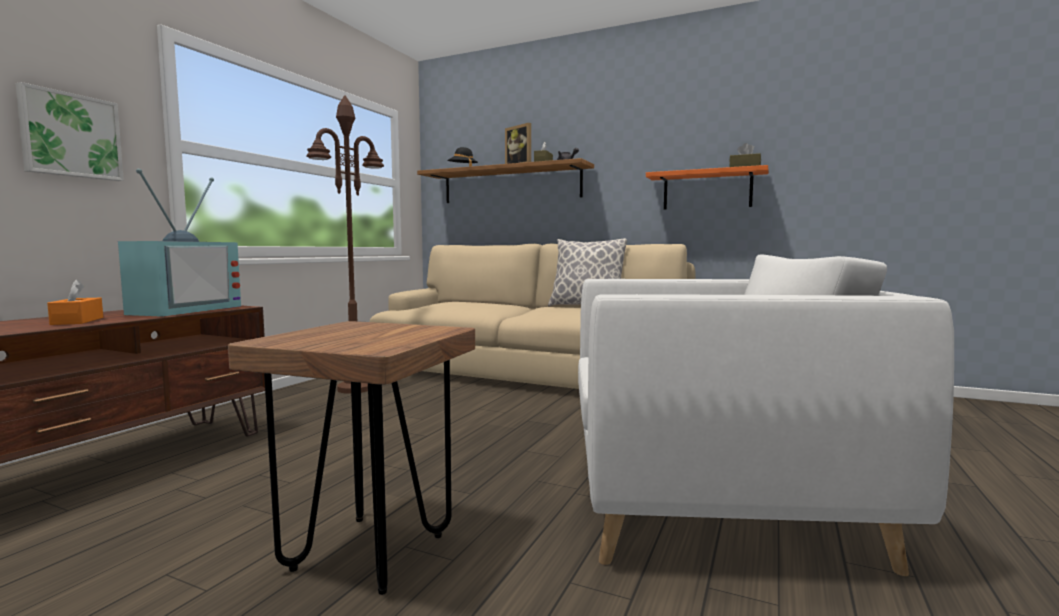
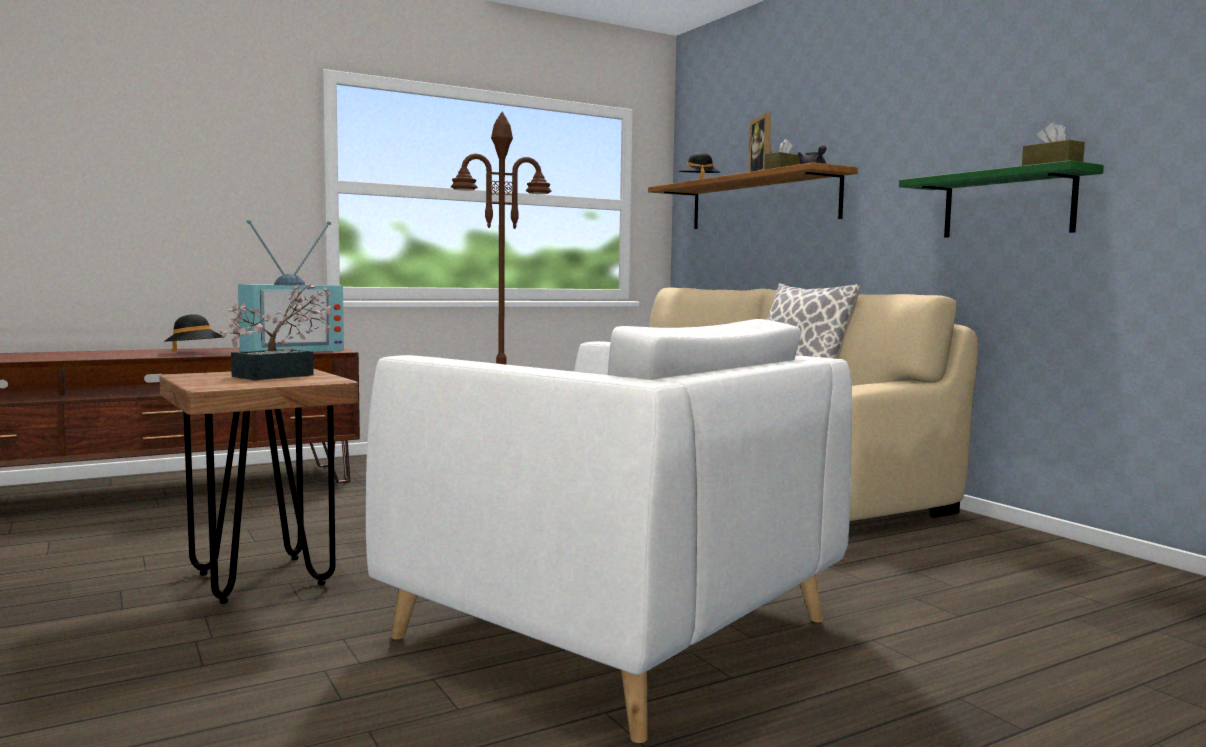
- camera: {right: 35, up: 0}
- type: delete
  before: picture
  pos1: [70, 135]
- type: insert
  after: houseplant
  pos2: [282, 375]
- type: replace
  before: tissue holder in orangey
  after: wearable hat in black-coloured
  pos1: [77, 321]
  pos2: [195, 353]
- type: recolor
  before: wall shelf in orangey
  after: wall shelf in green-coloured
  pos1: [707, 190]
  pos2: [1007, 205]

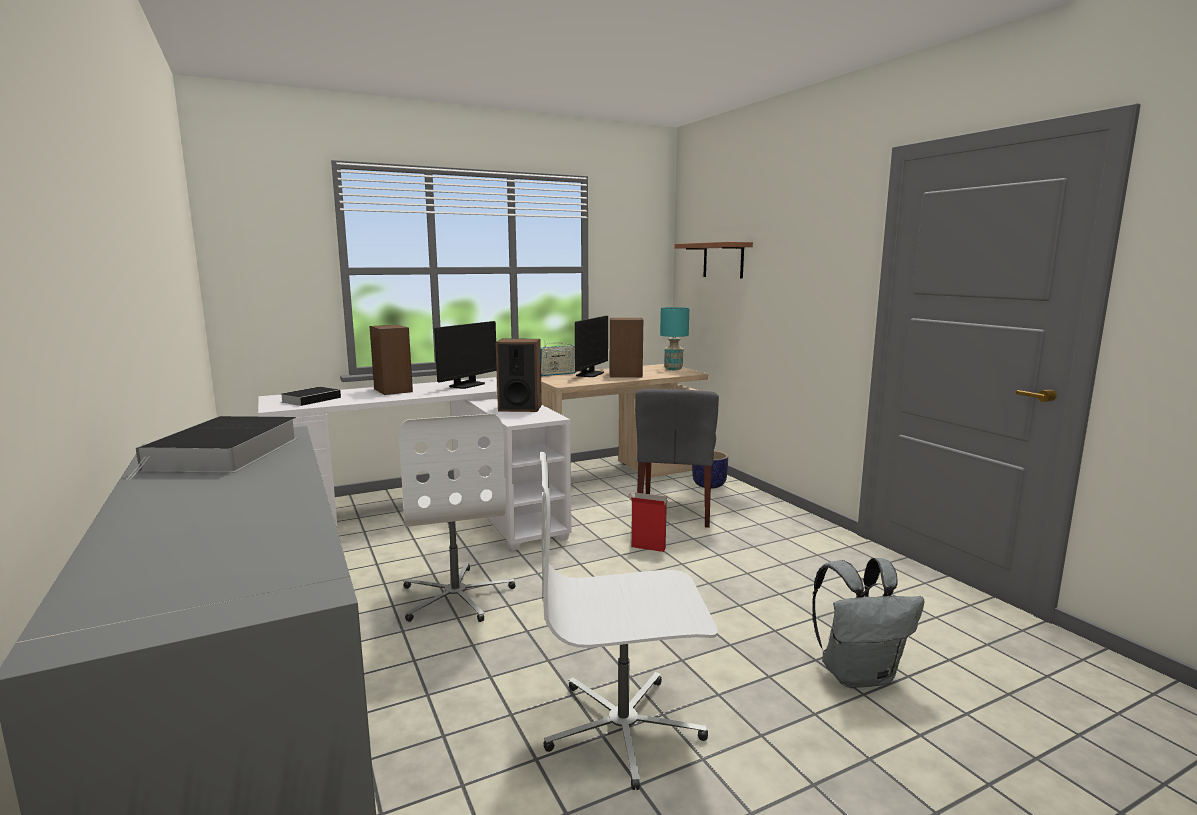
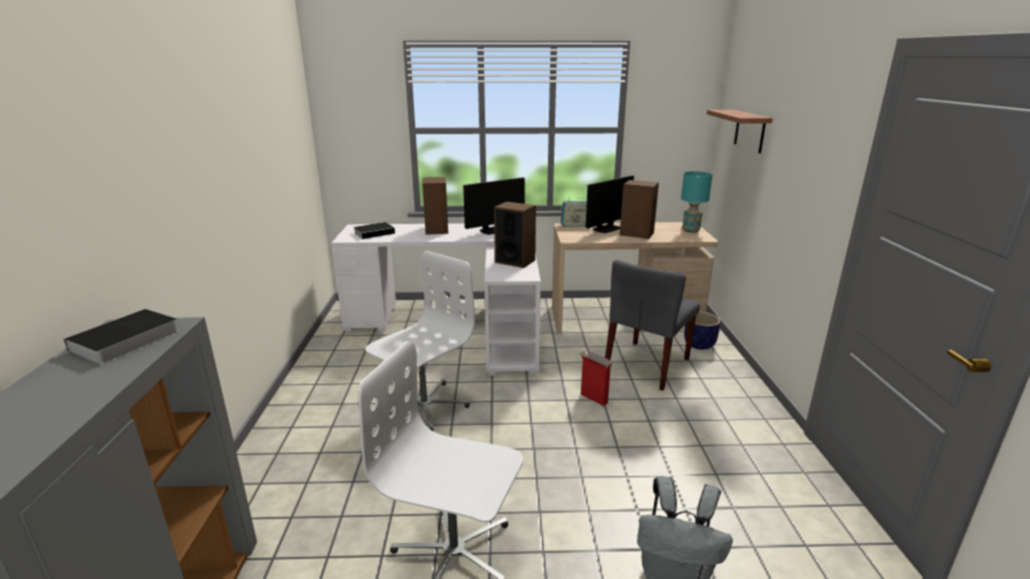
- camera: {right: 25, up: 10}
- type: rotate
  before: computer chair in whitish
  pos1: [456, 596]
  pos2: [423, 406]
  turn: -150

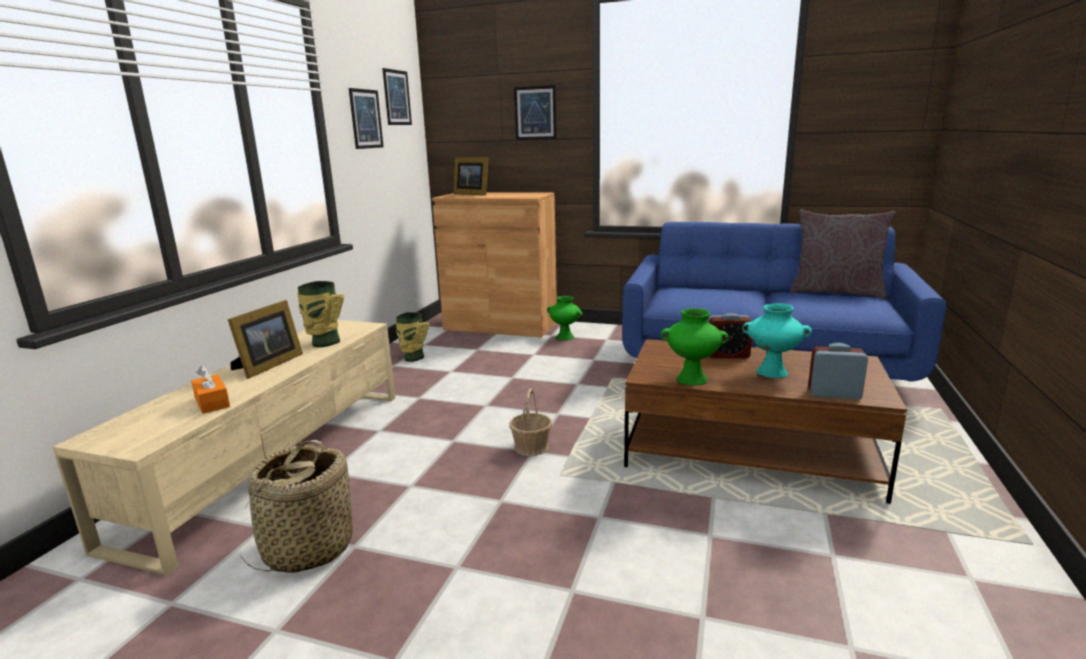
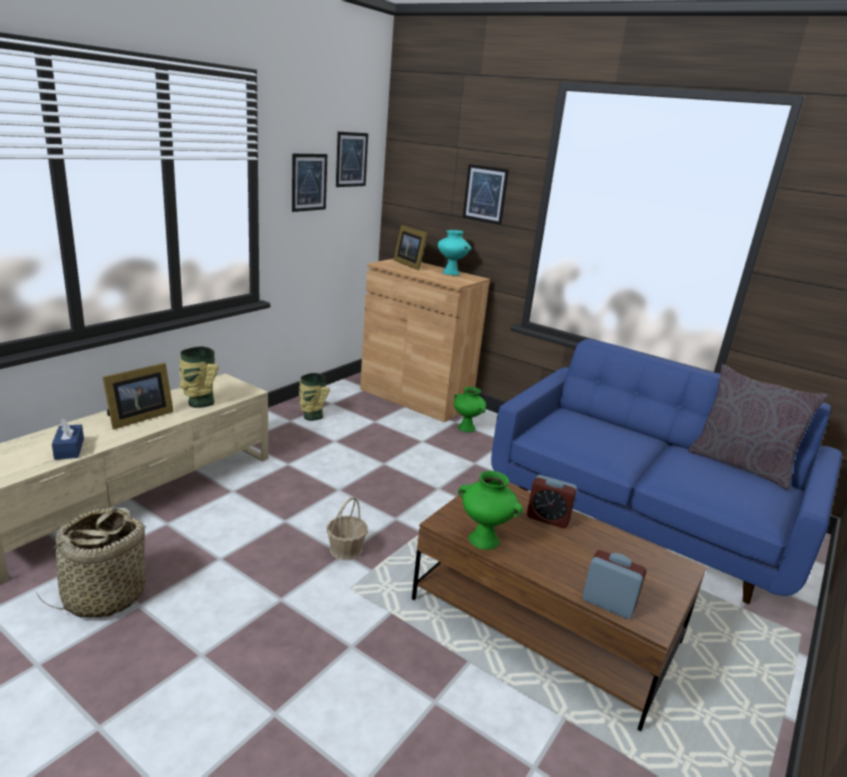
- camera: {right: 15, up: 5}
- type: move
  before: decorative vase in turquoise-coloured
  pos1: [771, 373]
  pos2: [450, 273]
- type: recolor
  before: tissue holder in orangey
  after: tissue holder in blue-coloured
  pos1: [212, 402]
  pos2: [69, 449]

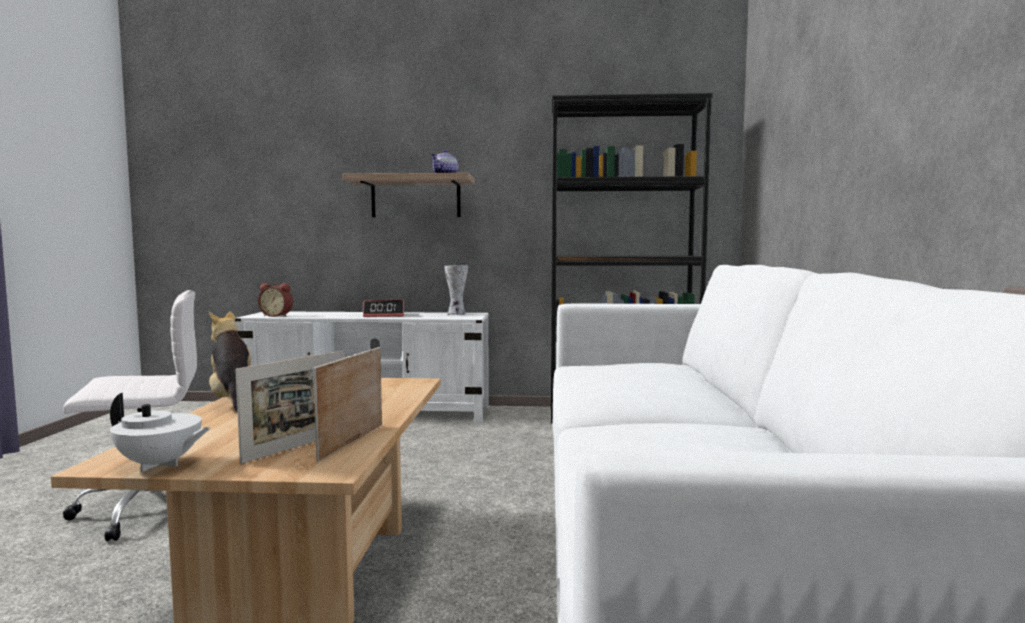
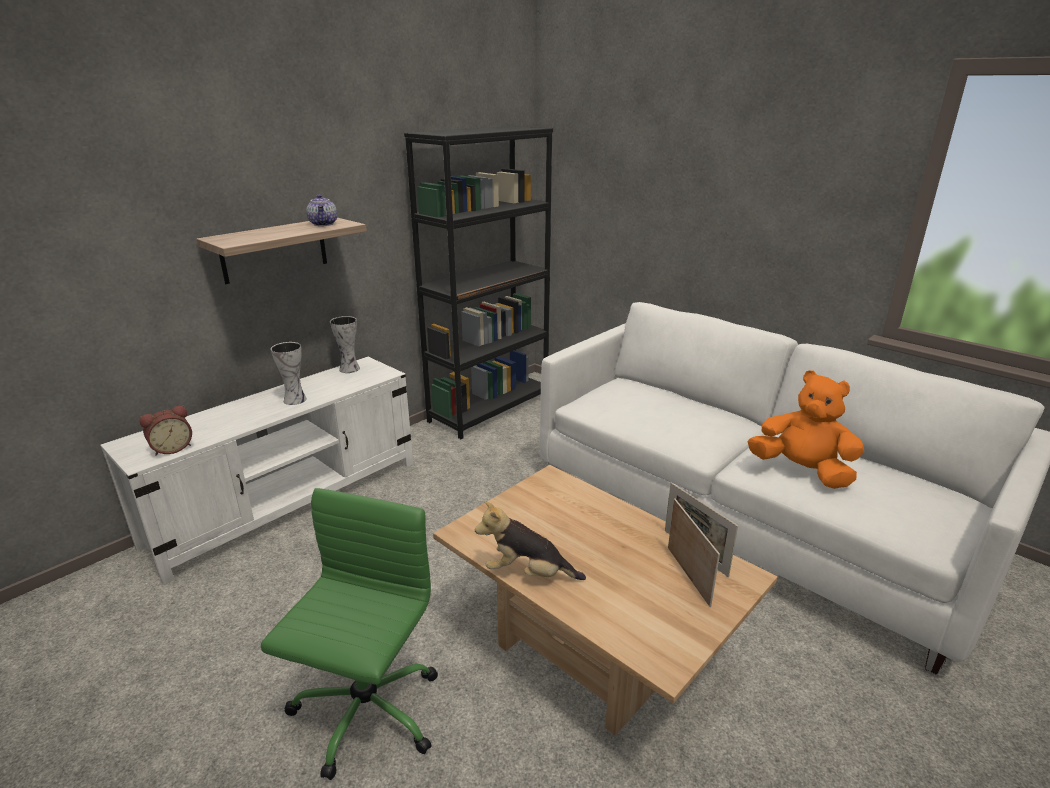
- camera: {right: -50, up: 20}
- type: delete
  before: teapot in whitish
  pos1: [160, 464]
- type: insert
  after: soft toy in orangey
  pos2: [802, 471]
- type: replace
  before: bedside clock
  after: decorative vase
  pos1: [384, 315]
  pos2: [295, 399]
- type: recolor
  before: computer chair in whitish
  after: computer chair in green-coloured
  pos1: [145, 507]
  pos2: [365, 714]

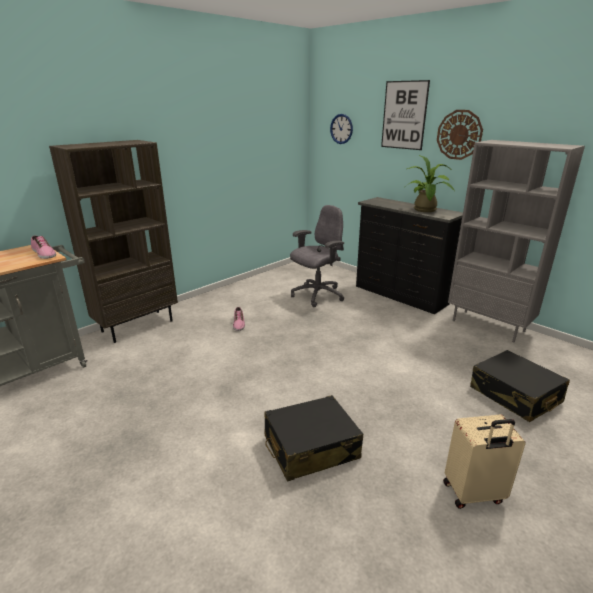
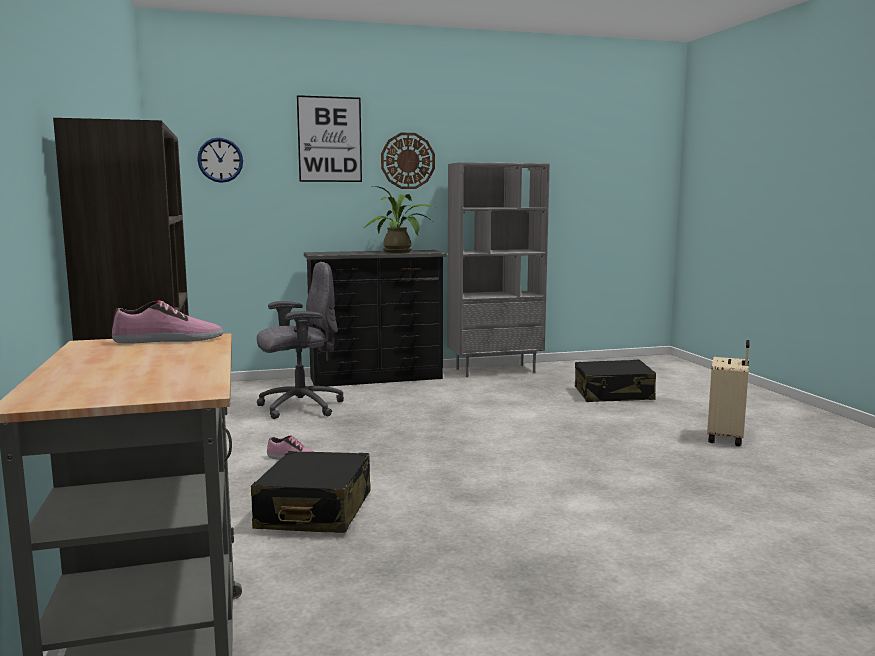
- camera: {right: -60, up: -15}
- type: move
  before: travel case in black-coloured
  pos1: [310, 447]
  pos2: [314, 511]
- type: rotate
  before: computer chair in greyish
  pos1: [317, 295]
  pos2: [299, 407]
  turn: 75

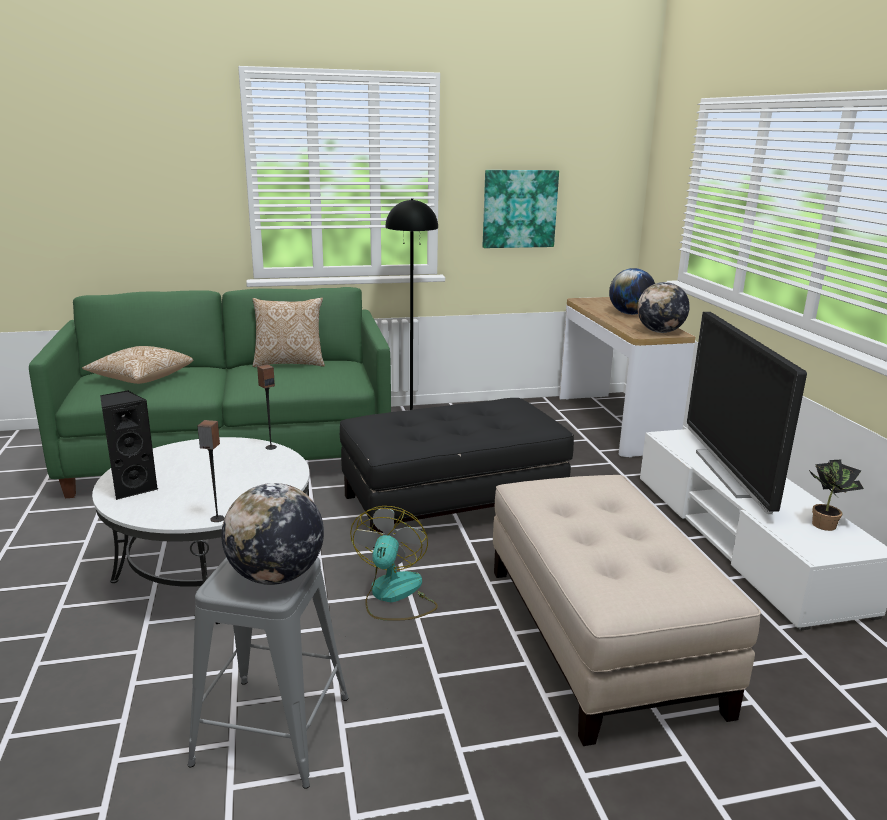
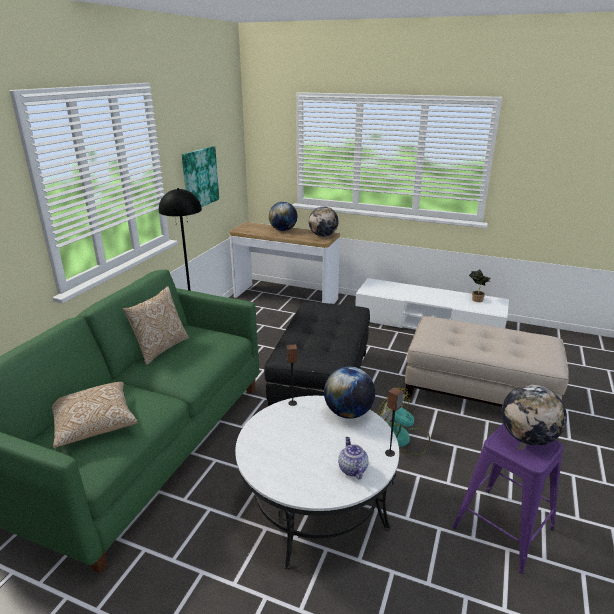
- camera: {right: -55, up: 5}
- type: delete
  before: audio speaker in black-coloured
  pos1: [133, 488]
- type: delete
  before: television
  pos1: [730, 473]
- type: insert
  after: globe
  pos2: [348, 413]
- type: insert
  after: teapot
  pos2: [352, 469]
- type: recolor
  before: stool in greyish
  after: stool in purple
  pos1: [272, 730]
  pos2: [503, 528]

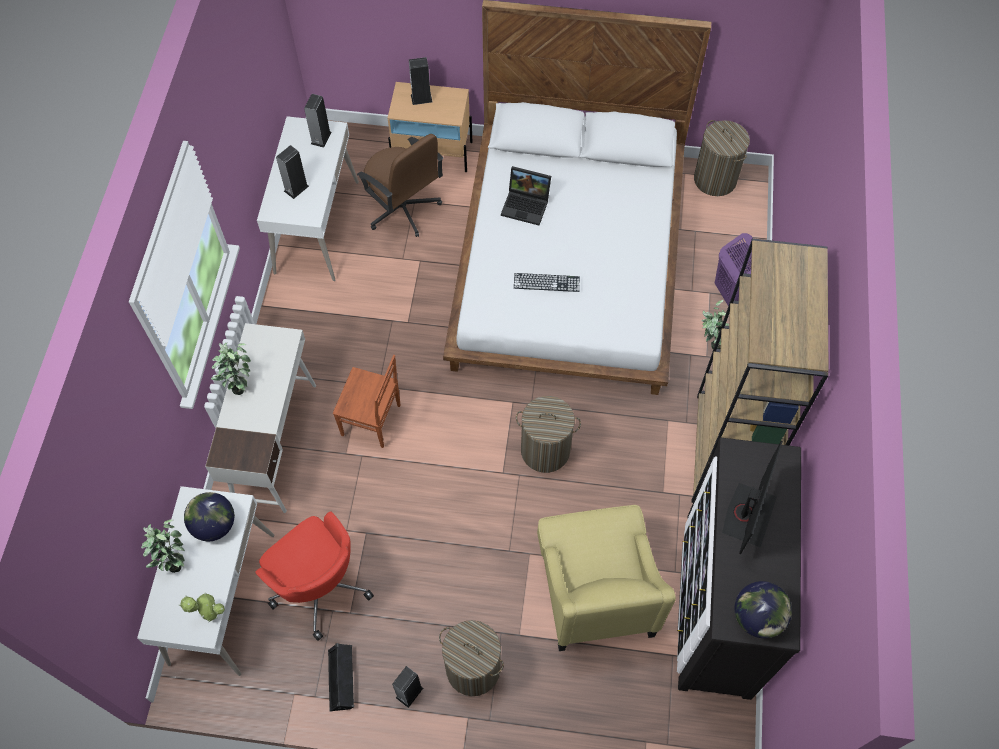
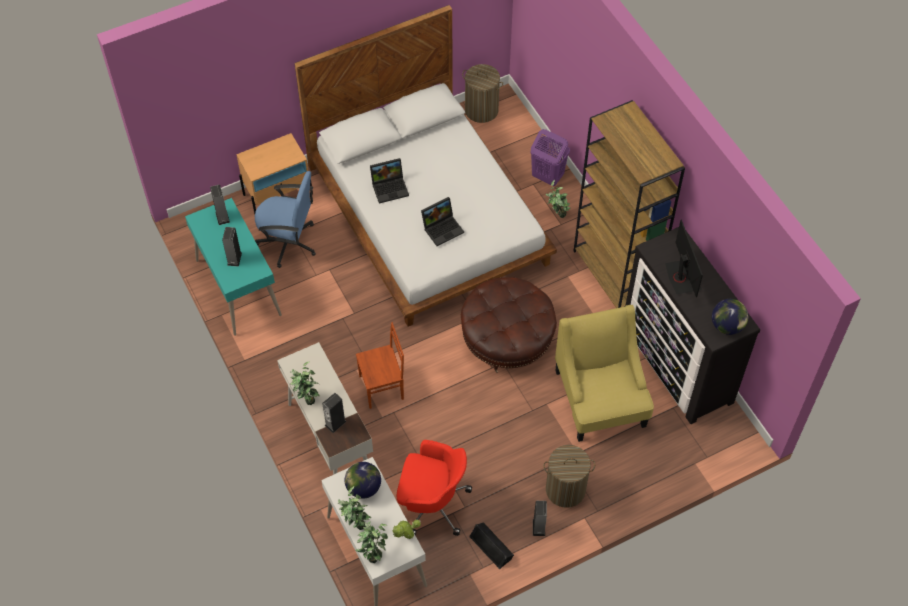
- camera: {right: -35, up: -5}
- type: insert
  after: houseplant
  pos2: [373, 553]
- type: move
  before: audio speaker
  pos1: [421, 98]
  pos2: [335, 423]
- type: replace
  before: computer keyboard
  after: portable computer
  pos1: [546, 282]
  pos2: [443, 228]
- type: replace
  before: washing basket
  after: footrest in brown
  pos1: [545, 450]
  pos2: [507, 338]
- type: recolor
  before: desk table in whitish
  after: desk table in turquoise-coloured
  pos1: [316, 227]
  pos2: [238, 288]
- type: recolor
  before: computer chair in brown
  after: computer chair in blue-coloured
  pos1: [403, 209]
  pos2: [289, 242]
- type: rotate
  before: easy chair in yellow-coloured
  pos1: [595, 588]
  pos2: [600, 398]
  turn: -150

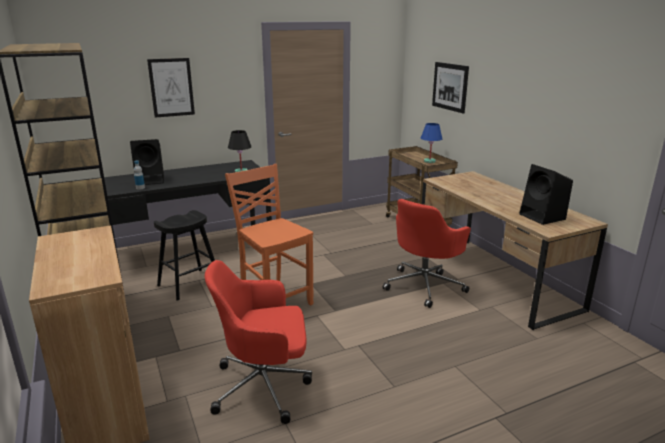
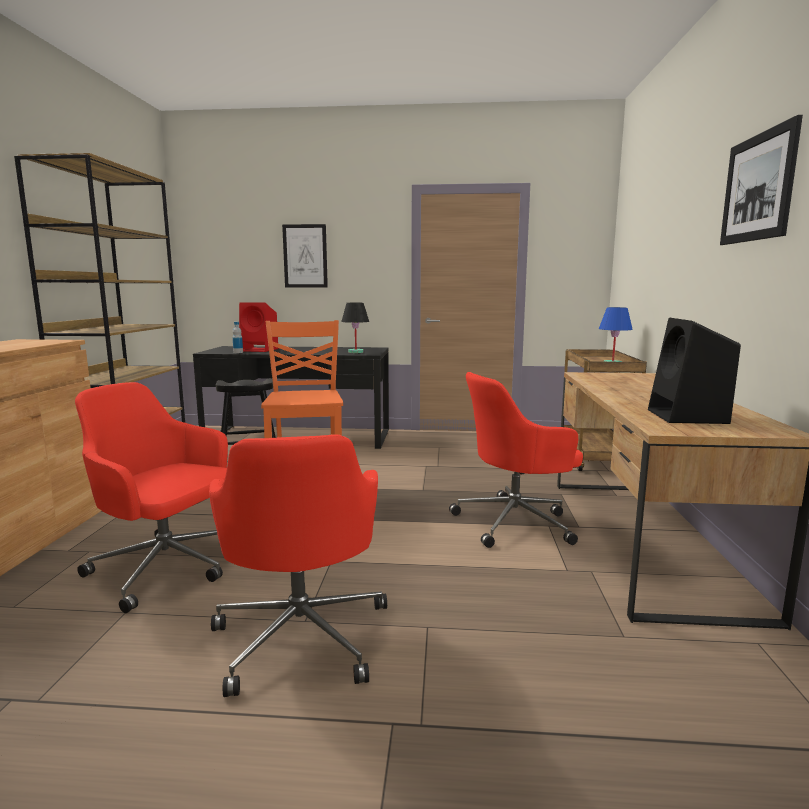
- camera: {right: 30, up: -10}
- type: insert
  after: computer chair in red-coloured
  pos2: [302, 635]
- type: move
  before: picture
  pos1: [450, 87]
  pos2: [758, 187]
- type: recolor
  before: audio speaker in black-coloured
  after: audio speaker in red-coloured
  pos1: [151, 180]
  pos2: [260, 350]

